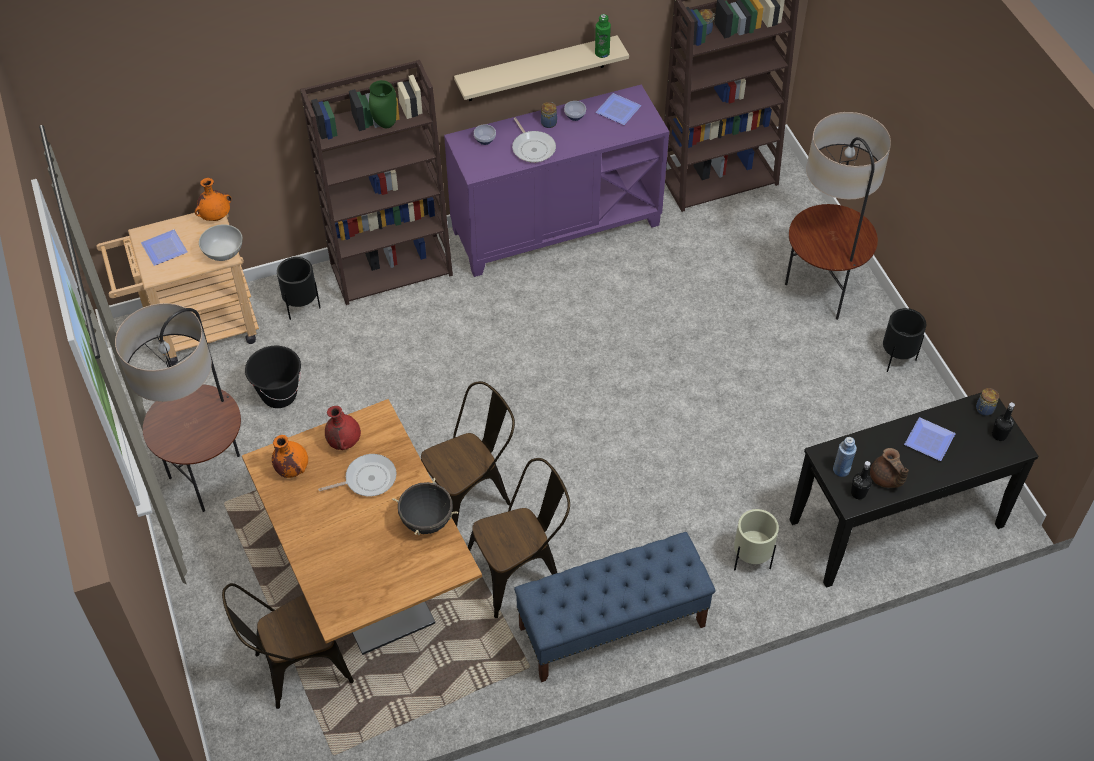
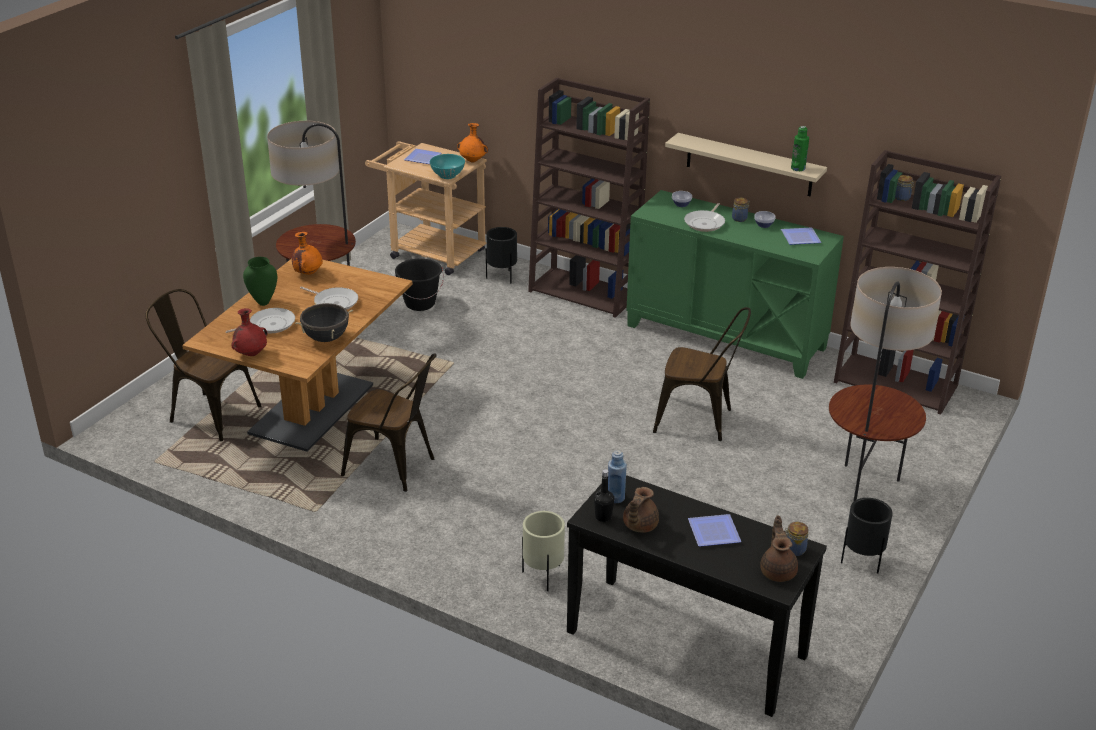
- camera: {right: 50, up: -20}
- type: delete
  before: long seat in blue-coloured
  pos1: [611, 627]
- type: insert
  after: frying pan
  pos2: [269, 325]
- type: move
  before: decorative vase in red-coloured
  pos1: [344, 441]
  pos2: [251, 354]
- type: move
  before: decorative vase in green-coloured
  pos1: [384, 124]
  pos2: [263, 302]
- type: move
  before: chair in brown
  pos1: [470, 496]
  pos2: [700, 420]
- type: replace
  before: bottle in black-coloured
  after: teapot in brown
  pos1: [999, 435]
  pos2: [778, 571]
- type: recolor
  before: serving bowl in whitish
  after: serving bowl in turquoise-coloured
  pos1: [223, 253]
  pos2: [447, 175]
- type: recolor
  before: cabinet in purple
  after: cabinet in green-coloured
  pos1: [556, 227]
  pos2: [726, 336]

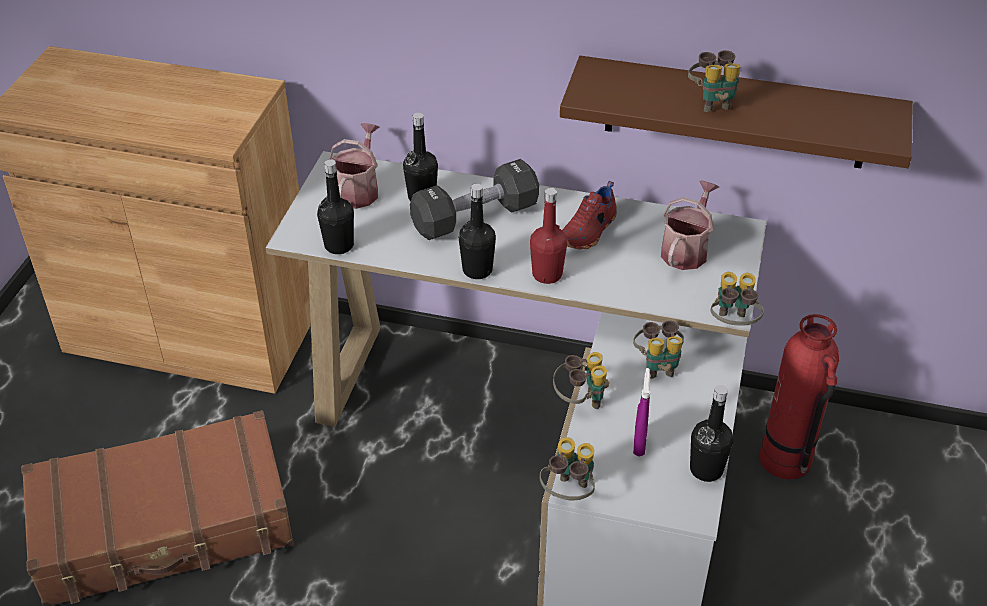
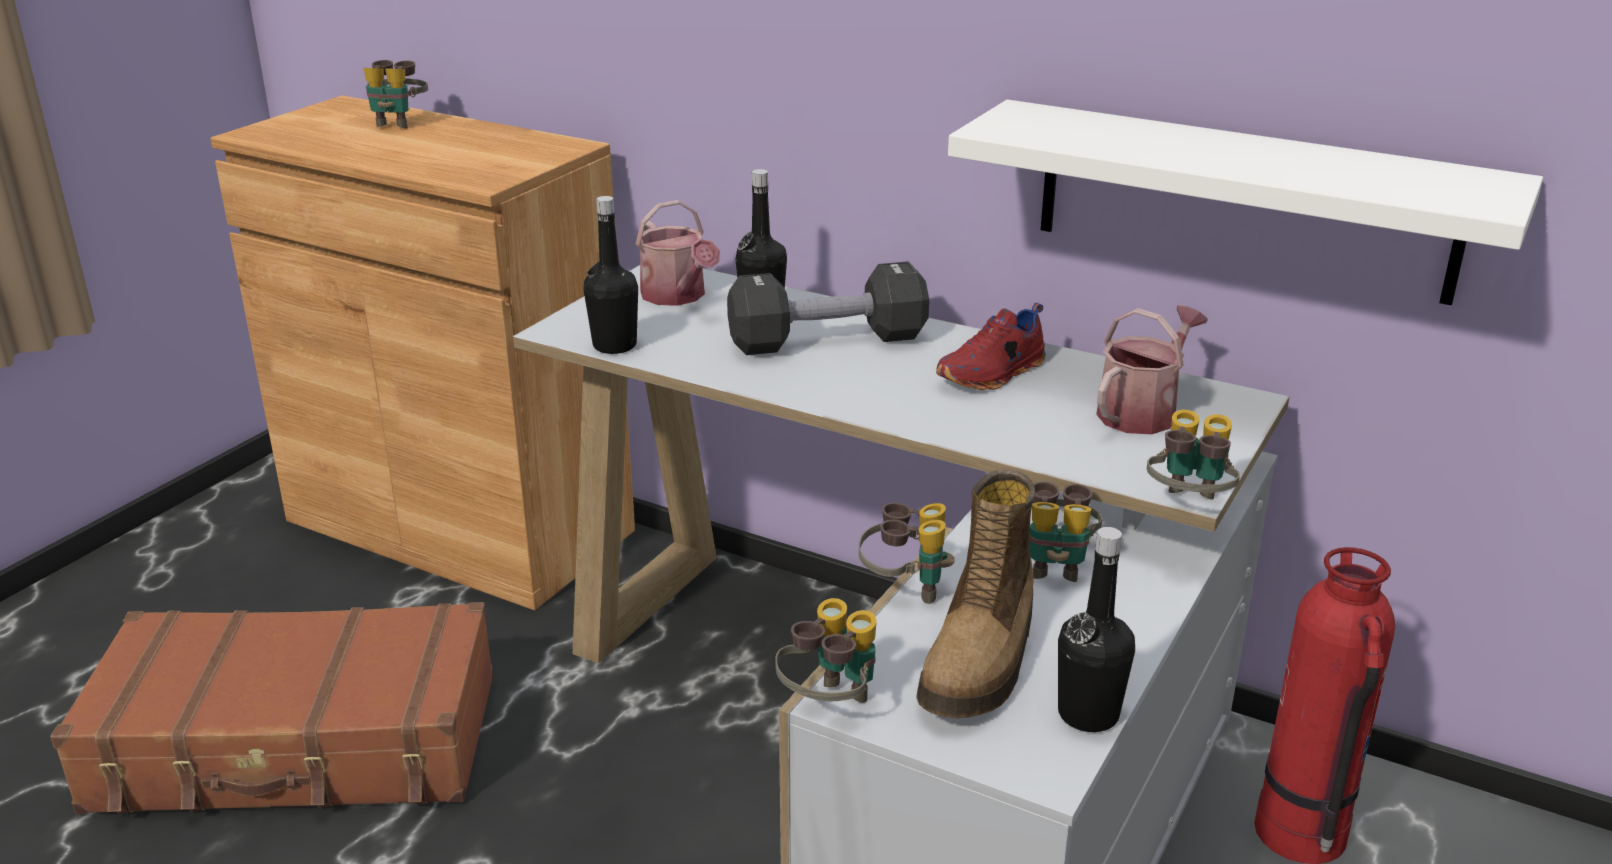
- camera: {right: 15, up: -15}
- type: delete
  before: bottle in black-coloured
  pos1: [477, 270]
- type: delete
  before: bottle in red-coloured
  pos1: [547, 274]
- type: move
  before: field glasses
  pos1: [712, 101]
  pos2: [398, 122]
- type: replace
  before: hand sprayer in purple
  after: boot
  pos1: [639, 444]
  pos2: [981, 660]
- type: recolor
  before: wall shelf in brown
  after: wall shelf in whitish
  pos1: [736, 113]
  pos2: [1244, 200]
- type: rotate
  before: watering pot
  pos1: [358, 189]
  pos2: [677, 296]
  turn: 120

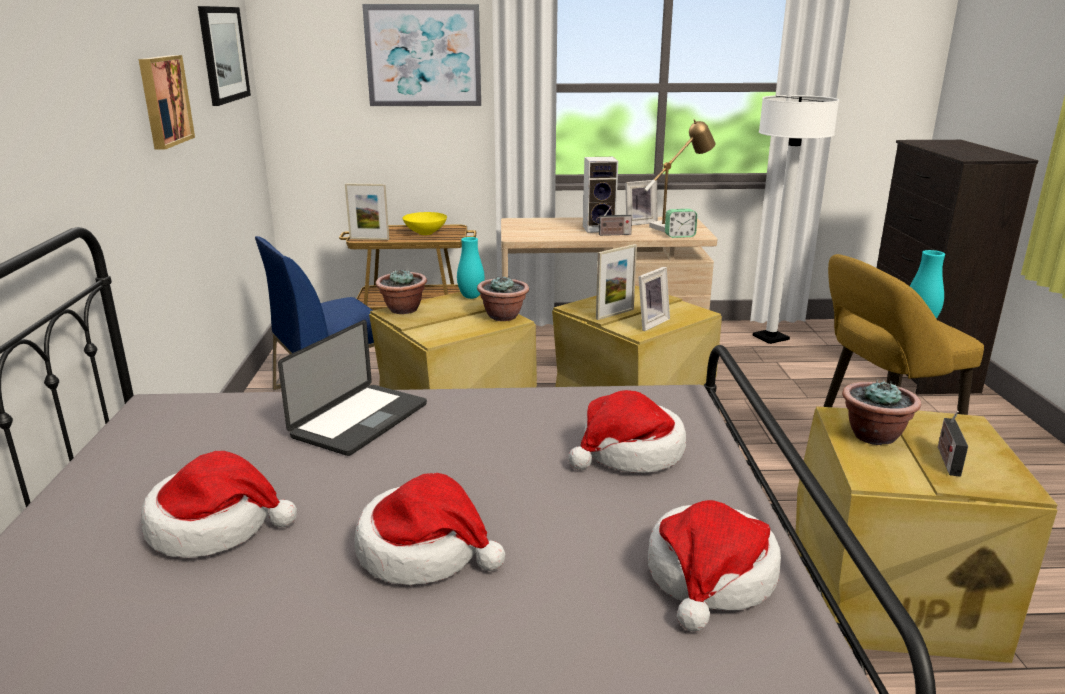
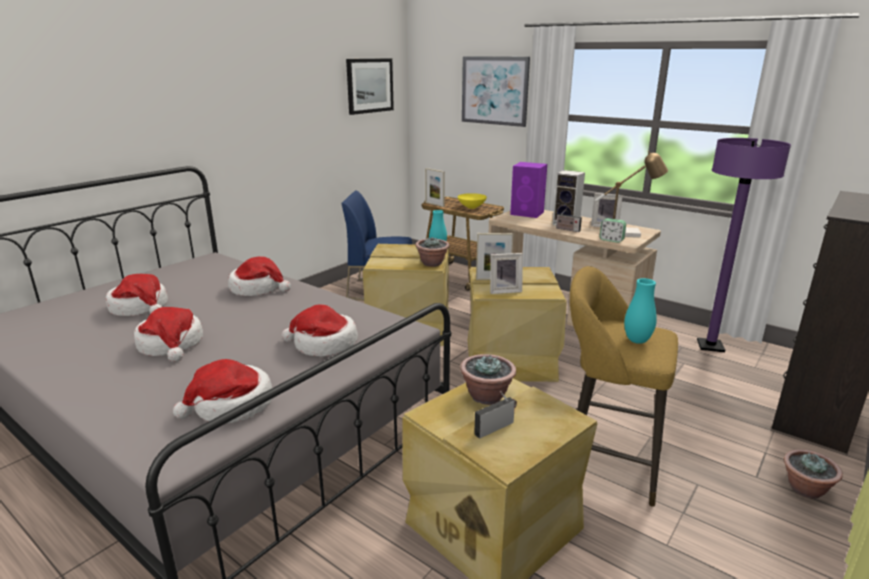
- camera: {right: 40, up: 0}
- type: delete
  before: picture
  pos1: [163, 101]
- type: insert
  after: audio speaker in purple
  pos2: [528, 213]
- type: move
  before: houseplant
  pos1: [403, 310]
  pos2: [805, 489]
- type: replace
  before: portable computer
  after: wearable hat
  pos1: [360, 421]
  pos2: [258, 288]
- type: recolor
  before: floor lamp in whitish
  after: floor lamp in purple
  pos1: [770, 338]
  pos2: [710, 346]

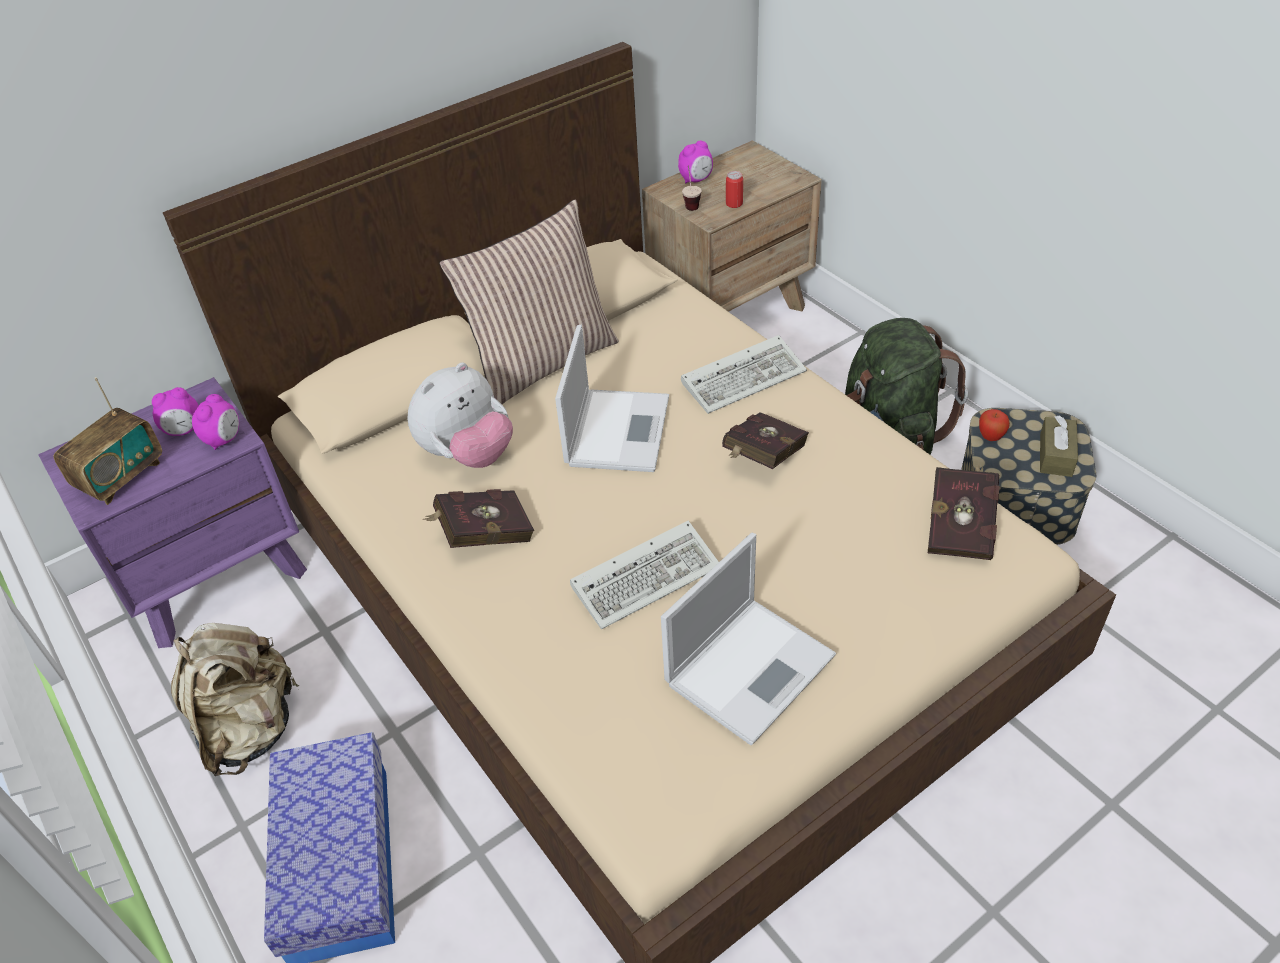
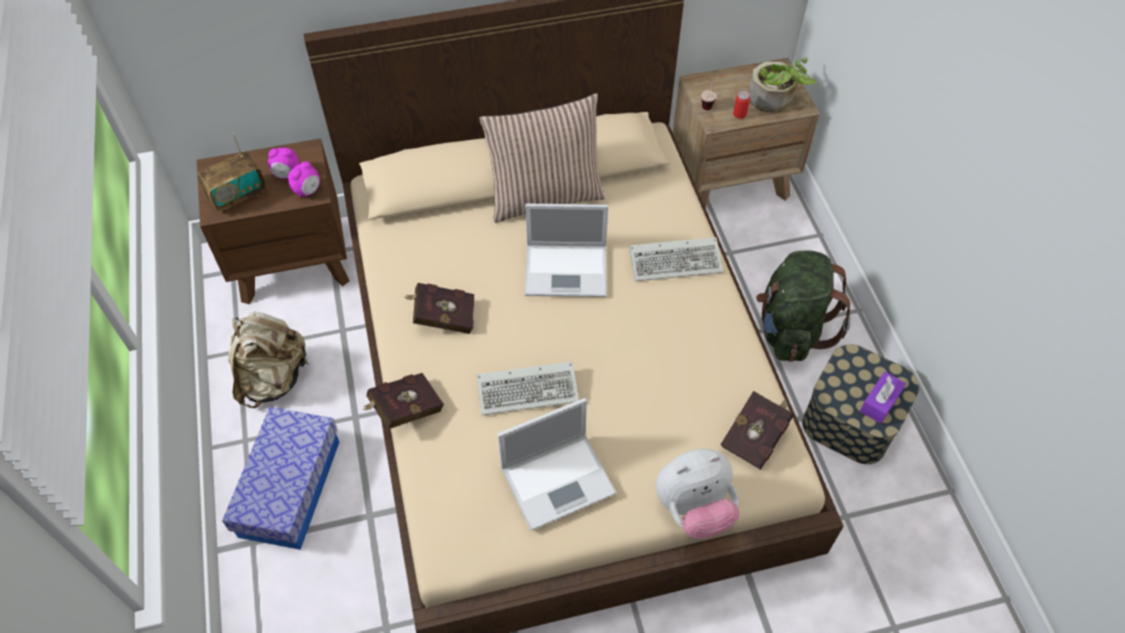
- camera: {right: 20, up: 10}
- type: delete
  before: bedside clock
  pos1: [696, 180]
- type: delete
  before: apple
  pos1: [990, 437]
- type: insert
  after: houseplant
  pos2: [775, 101]
- type: move
  before: soft toy
  pos1: [468, 454]
  pos2: [694, 508]
- type: move
  before: bound book in red-coloured
  pos1: [762, 458]
  pos2: [404, 410]
- type: recolor
  before: nightstand in purple
  after: nightstand in brown
  pos1: [215, 574]
  pos2: [293, 262]
- type: recolor
  before: tissue holder in brown
  after: tissue holder in purple
  pos1: [1055, 455]
  pos2: [880, 402]
- type: rotate
  before: portable computer
  pos1: [617, 429]
  pos2: [568, 270]
  turn: 60

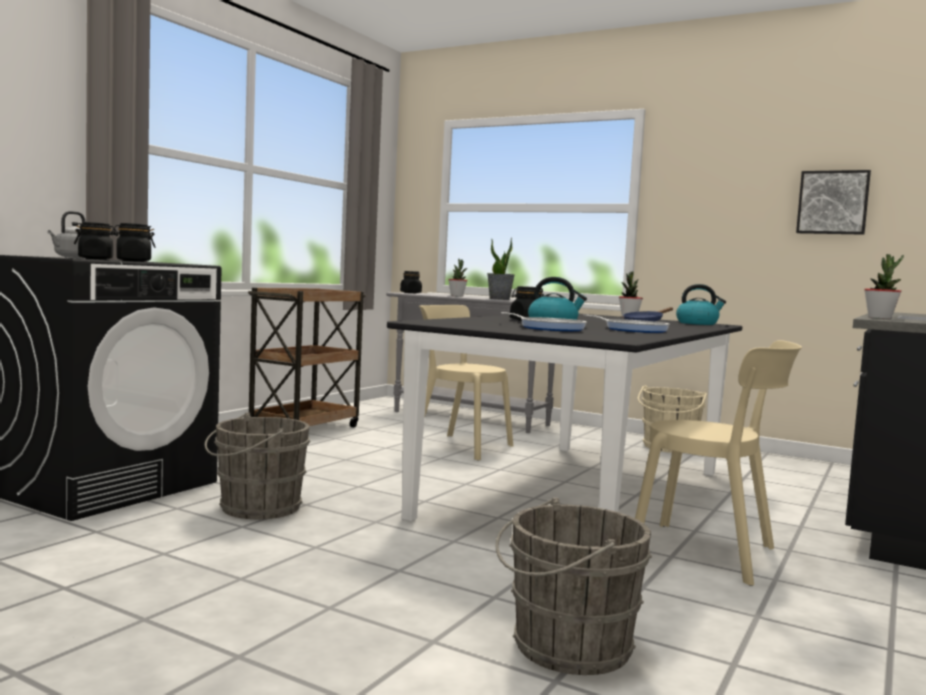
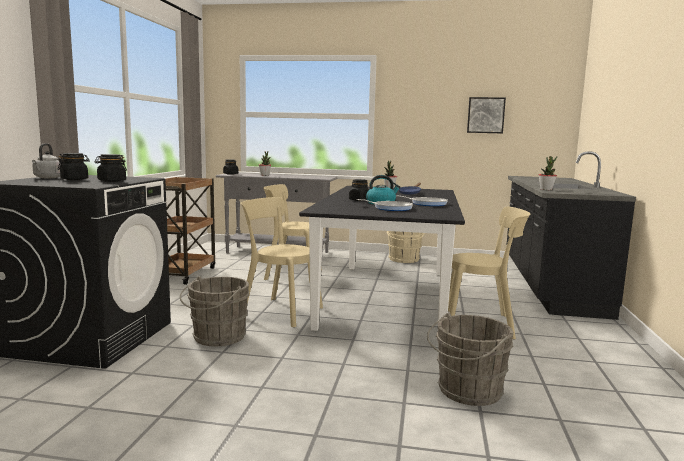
- camera: {right: -20, up: 5}
- type: delete
  before: houseplant
  pos1: [499, 299]
- type: delete
  before: kettle
  pos1: [697, 323]
- type: insert
  after: chair in beige-coloured
  pos2: [278, 311]

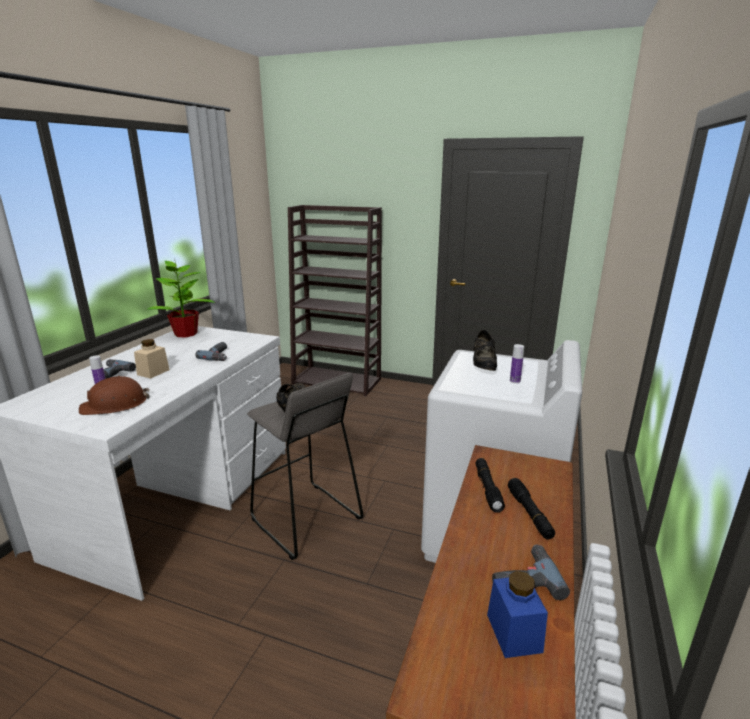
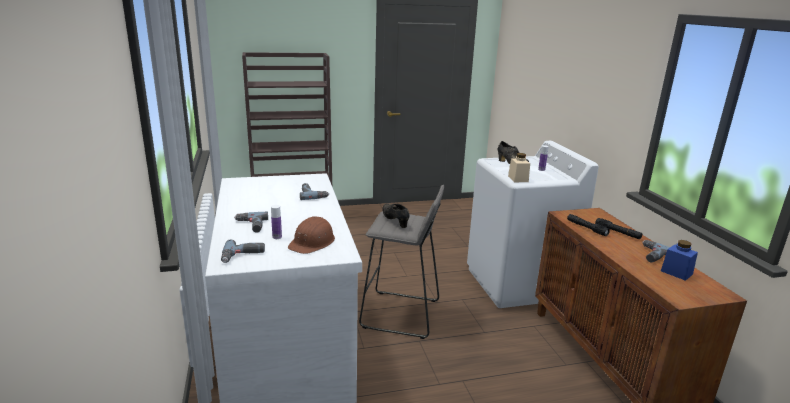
- camera: {right: -35, up: 0}
- type: delete
  before: houseplant
  pos1: [186, 334]
- type: insert
  after: power drill
  pos2: [243, 256]
- type: move
  before: storage jar in beige-coloured
  pos1: [153, 372]
  pos2: [518, 179]

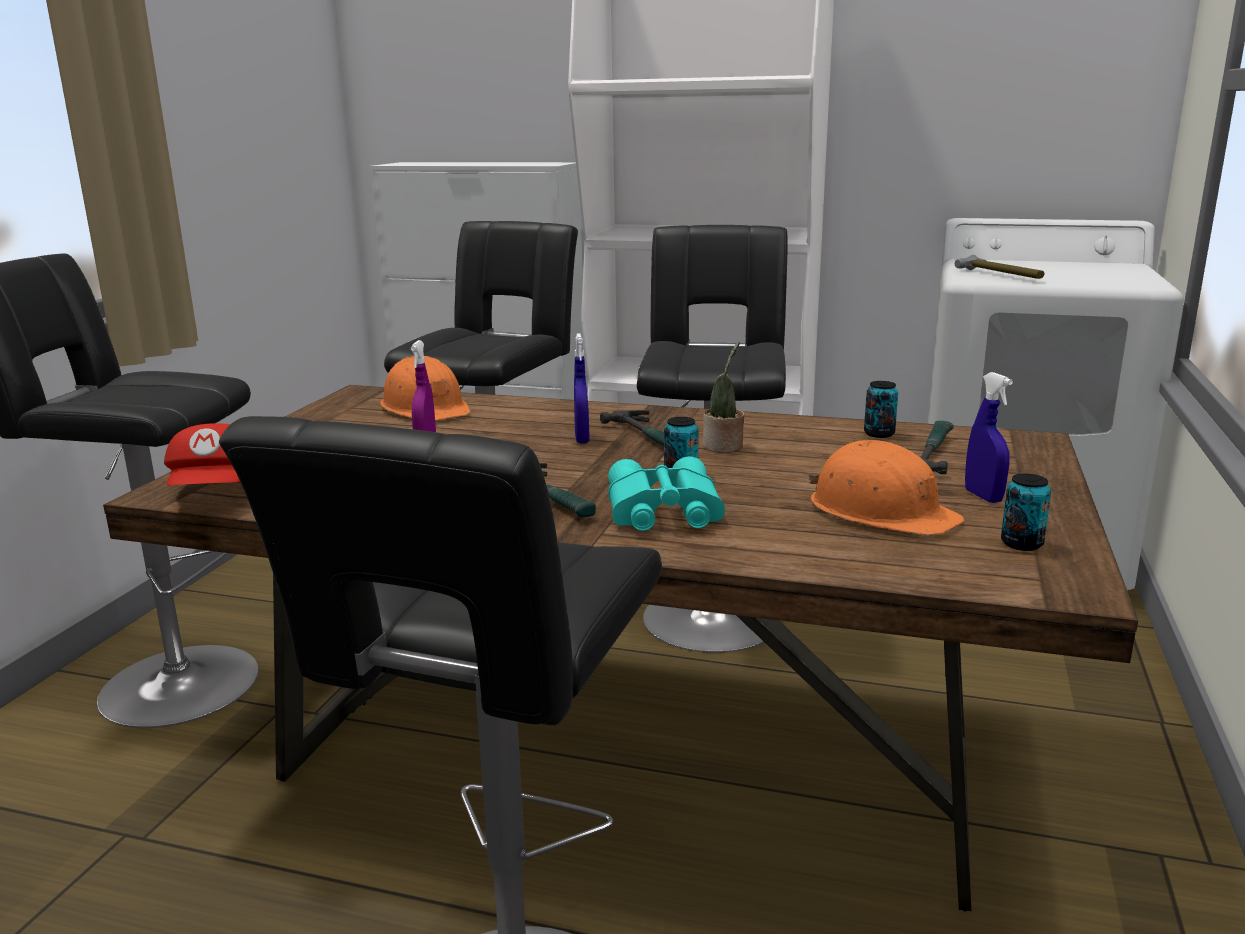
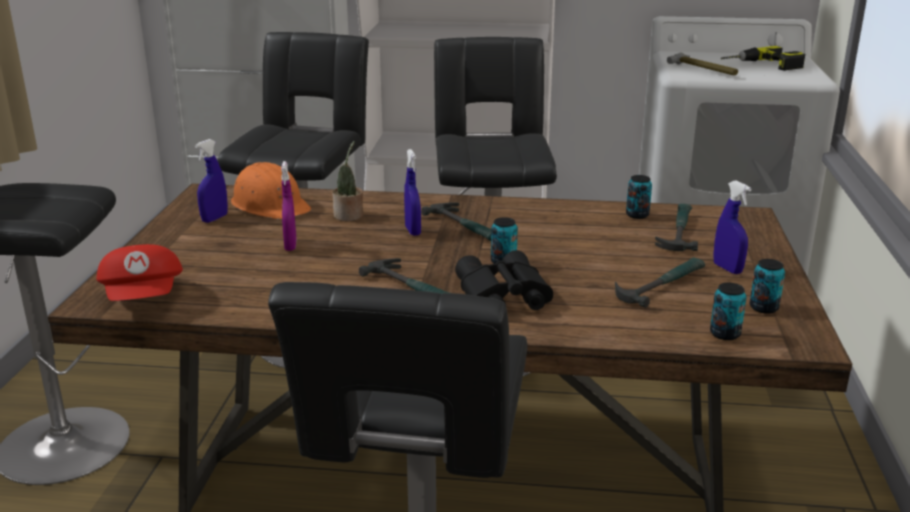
- camera: {right: -10, up: 5}
- type: insert
  after: hand sprayer in blue-coloured
  pos2: [214, 218]
- type: insert
  after: metal can
  pos2: [725, 334]
- type: insert
  after: power drill
  pos2: [763, 66]
- type: move
  before: houseplant
  pos1: [724, 447]
  pos2: [349, 216]
- type: replace
  before: safety helmet in orangey
  after: tool hammer
  pos1: [881, 511]
  pos2: [660, 286]
- type: recolor
  before: field glasses in turquoise-coloured
  after: field glasses in black-coloured
  pos1: [661, 512]
  pos2: [501, 296]

